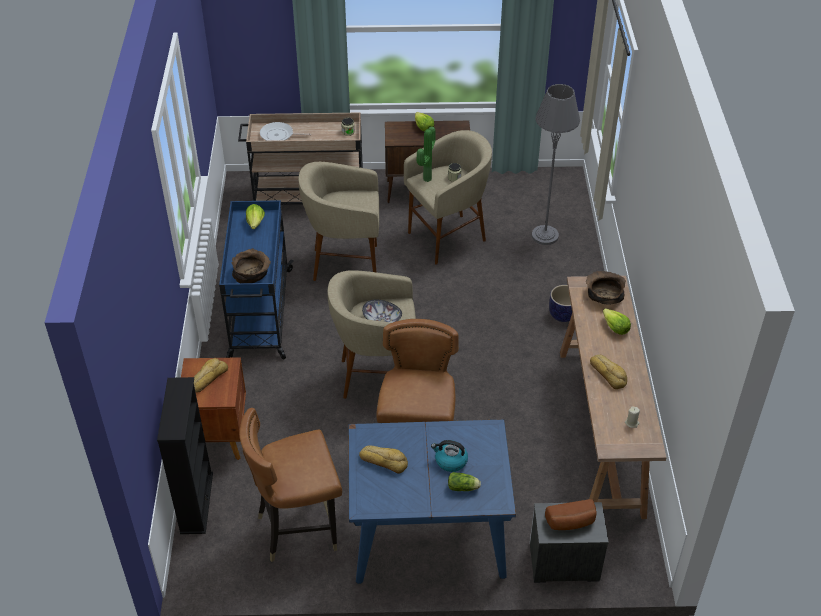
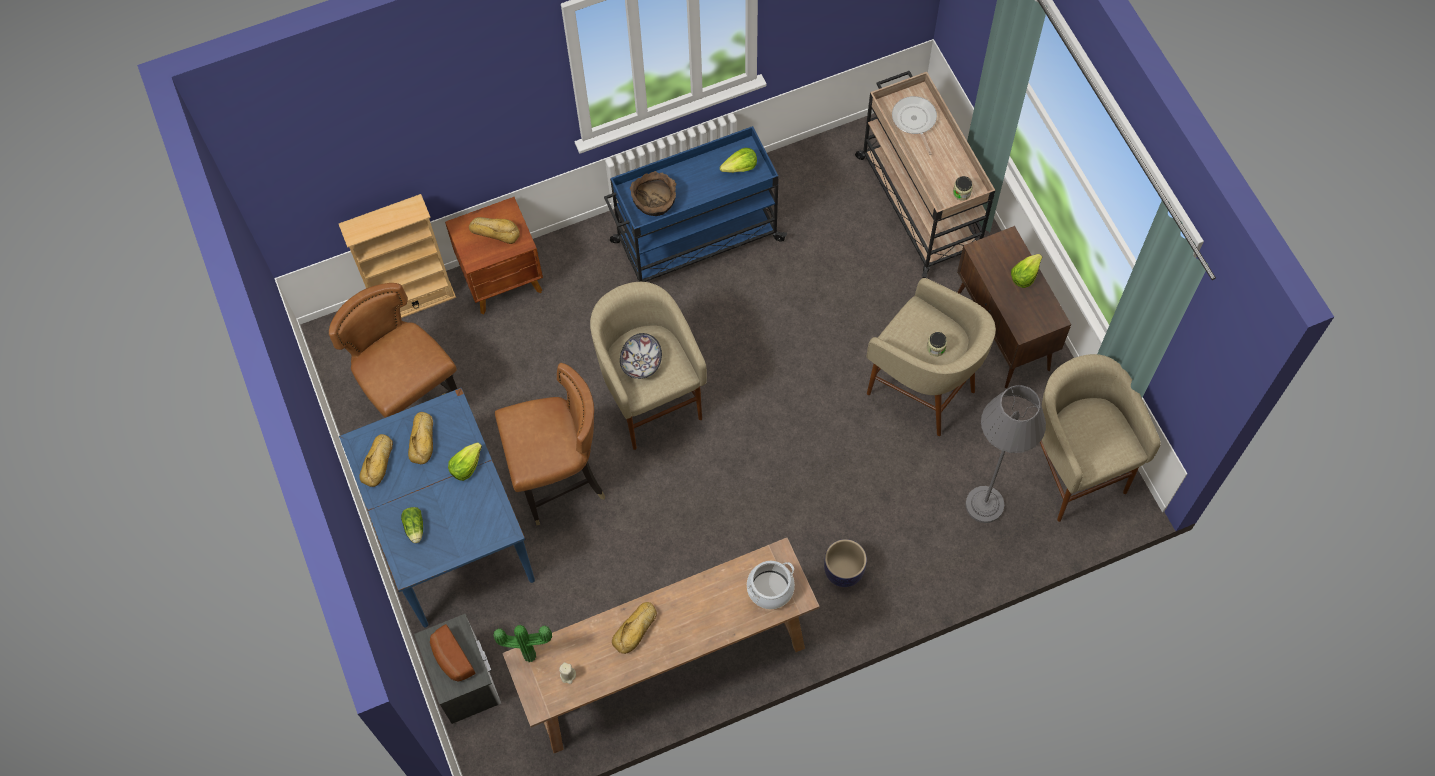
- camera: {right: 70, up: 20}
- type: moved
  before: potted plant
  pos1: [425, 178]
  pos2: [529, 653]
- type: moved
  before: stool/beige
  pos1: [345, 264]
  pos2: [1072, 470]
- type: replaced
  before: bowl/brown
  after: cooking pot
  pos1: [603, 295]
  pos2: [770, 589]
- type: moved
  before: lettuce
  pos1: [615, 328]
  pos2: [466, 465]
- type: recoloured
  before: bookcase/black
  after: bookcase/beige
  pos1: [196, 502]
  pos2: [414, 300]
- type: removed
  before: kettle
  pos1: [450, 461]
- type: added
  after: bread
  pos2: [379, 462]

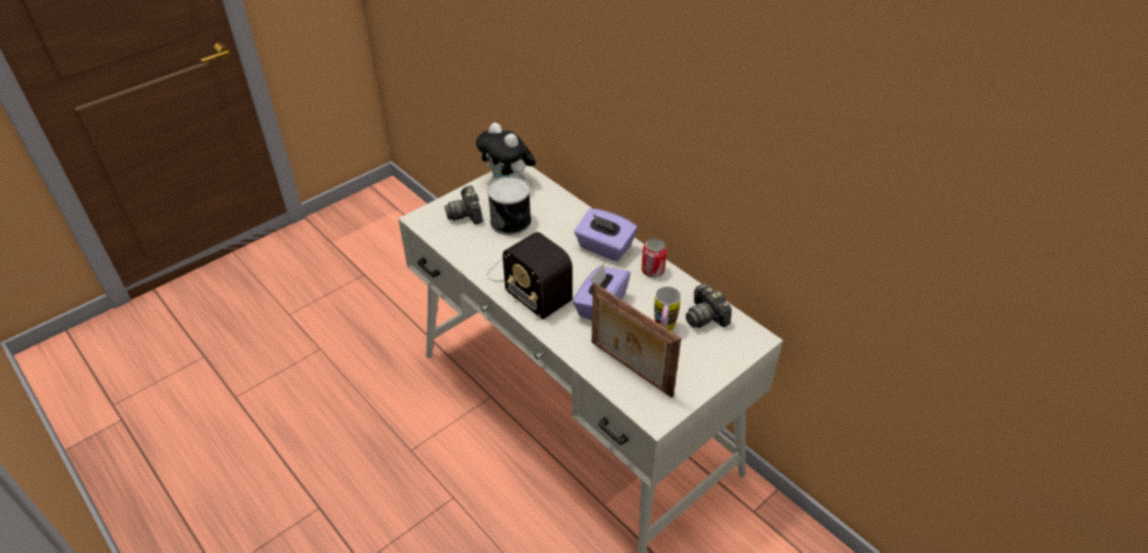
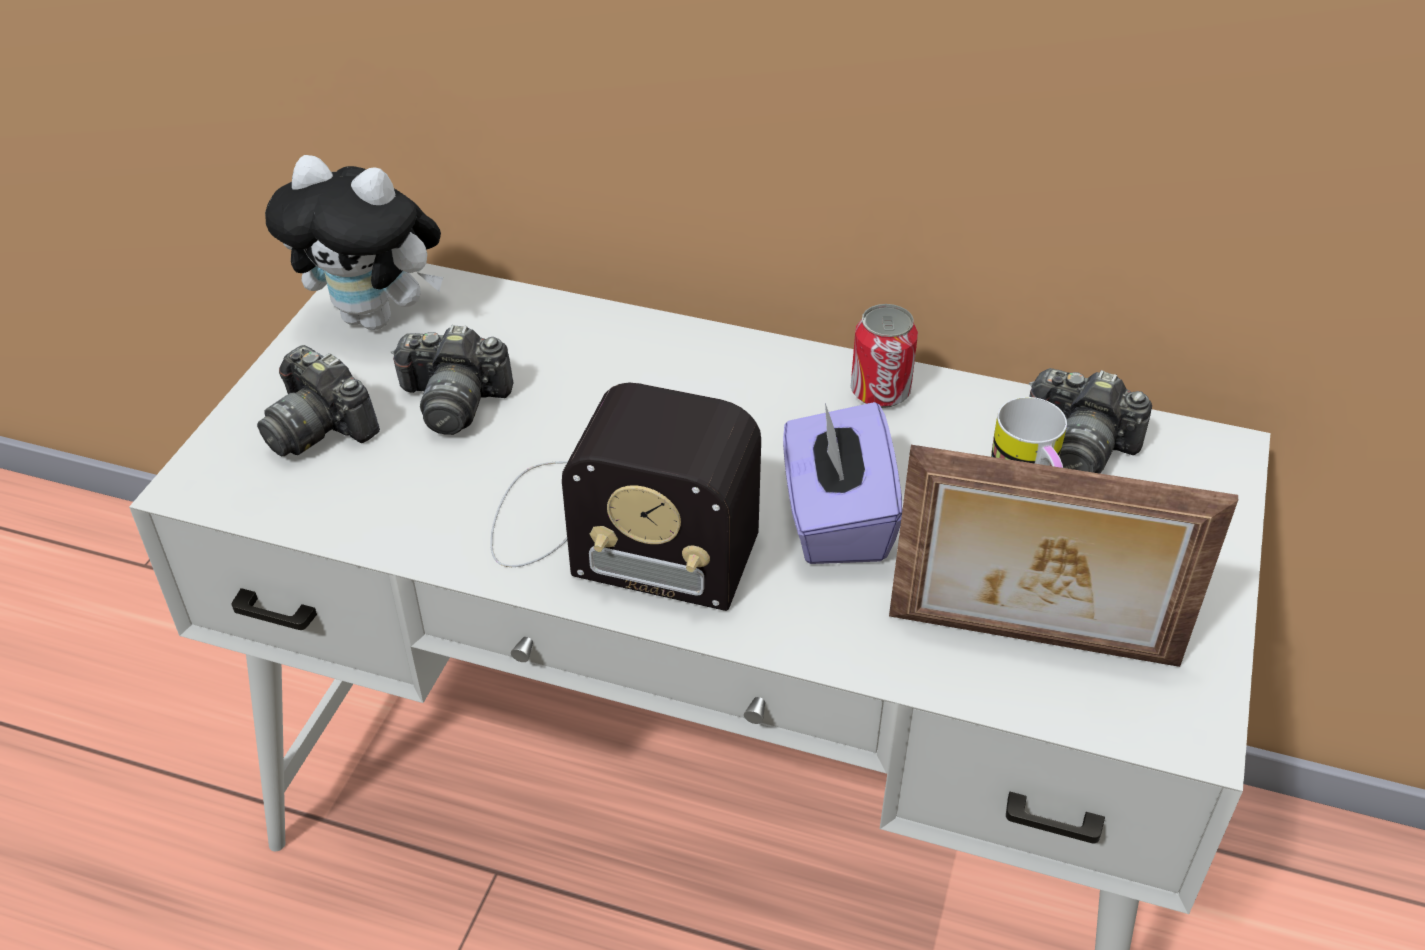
- camera: {right: -30, up: 0}
- type: replaced
  before: can
  after: photo camera
  pos1: [512, 221]
  pos2: [454, 402]
- type: removed
  before: tissue box/purple
  pos1: [604, 248]

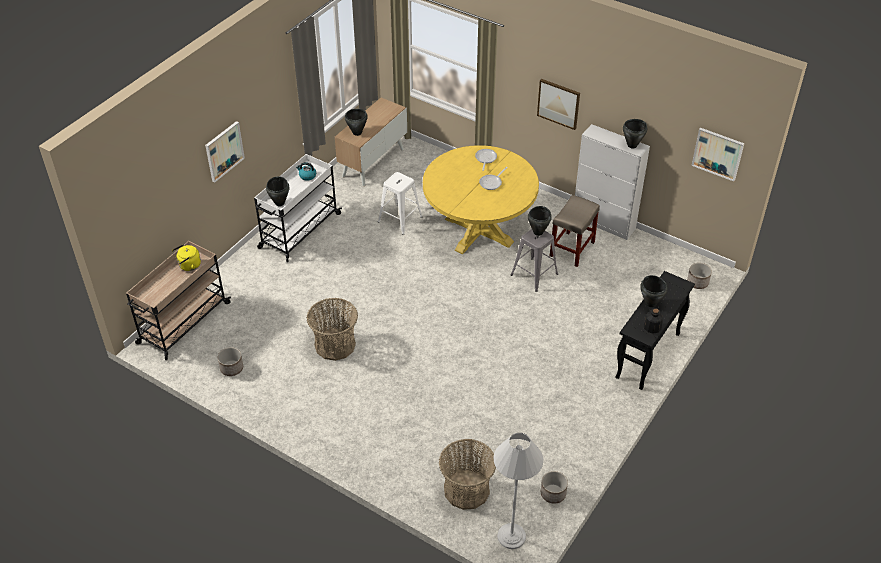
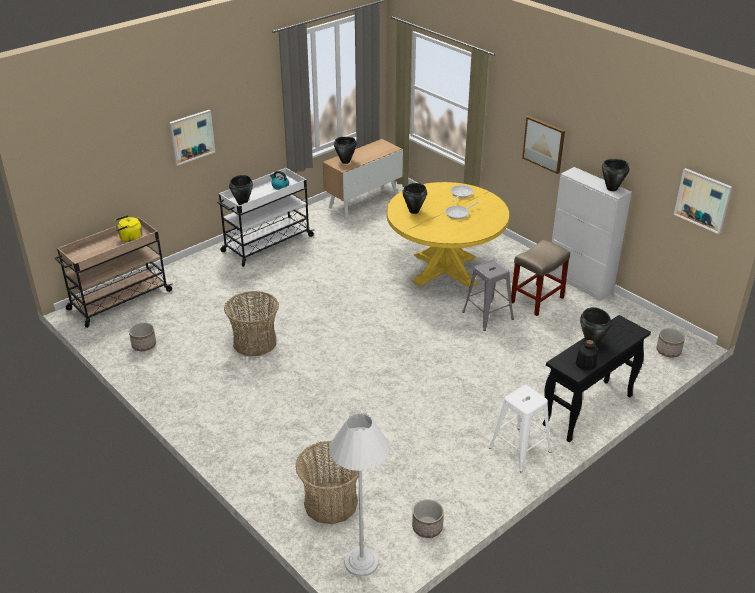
- camera: {right: 15, up: -10}
- type: moved
  before: stool/white
  pos1: [400, 218]
  pos2: [519, 448]
- type: moved
  before: cooking pot/black
  pos1: [538, 232]
  pos2: [413, 211]

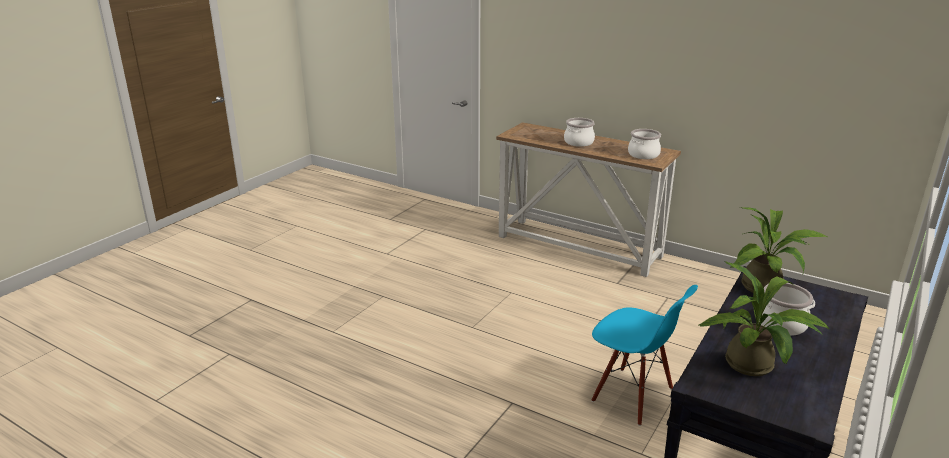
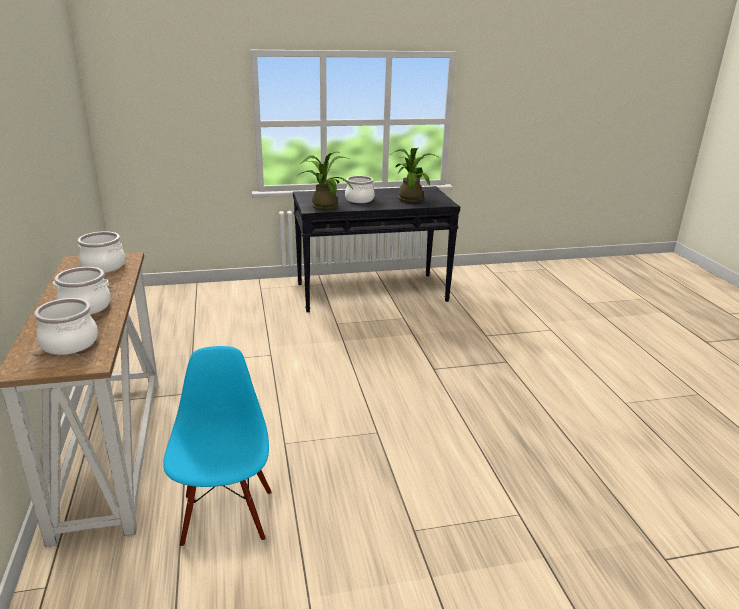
- camera: {right: -135, up: 0}
- type: moved
  before: chair/blue
  pos1: [632, 395]
  pos2: [226, 517]
- type: added
  after: cooking pot
  pos2: [69, 343]

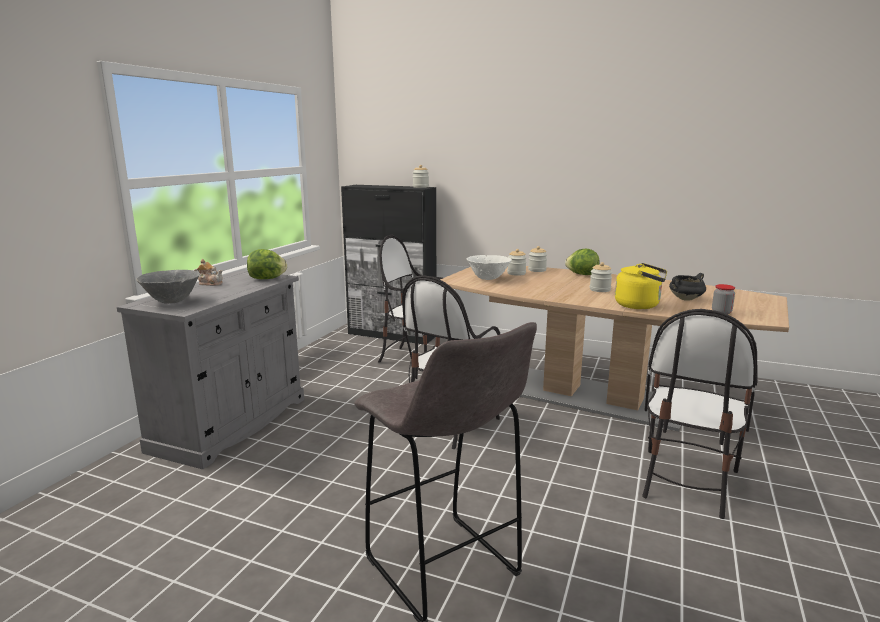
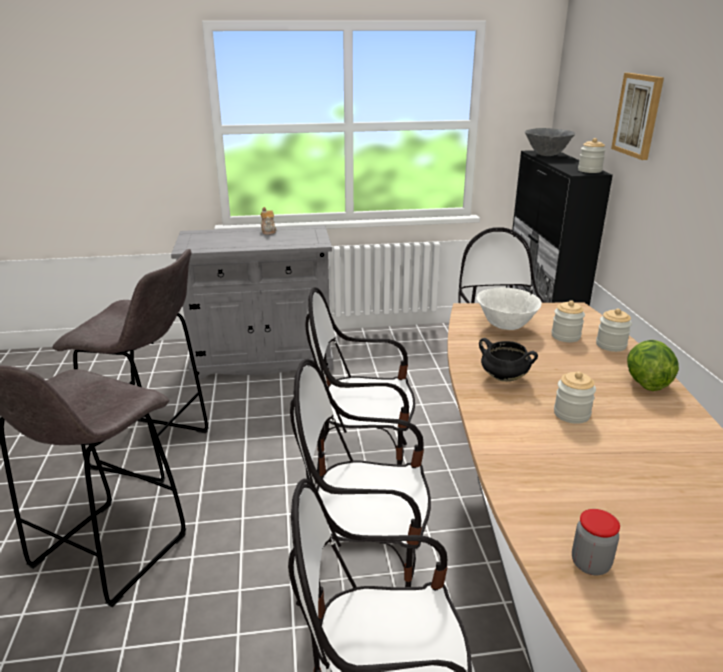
- camera: {right: 60, up: 10}
- type: removed
  before: lettuce
  pos1: [267, 279]
- type: removed
  before: kettle/yellow
  pos1: [640, 305]
- type: moved
  before: bowl/grey
  pos1: [172, 302]
  pos2: [547, 155]
- type: moved
  before: cooking pot/black
  pos1: [685, 299]
  pos2: [503, 378]
- type: added
  after: picture
  pos2: [638, 115]
- type: added
  after: stool/grey
  pos2: [153, 450]
- type: added
  after: chair
  pos2: [364, 574]

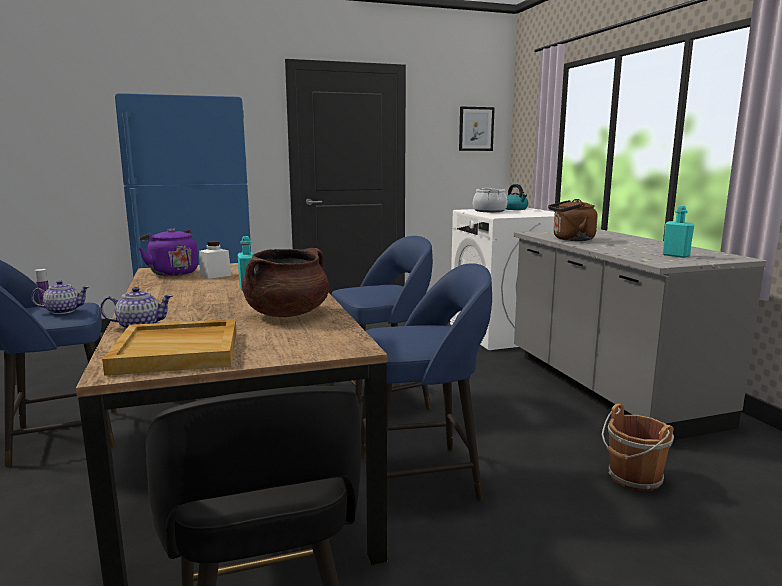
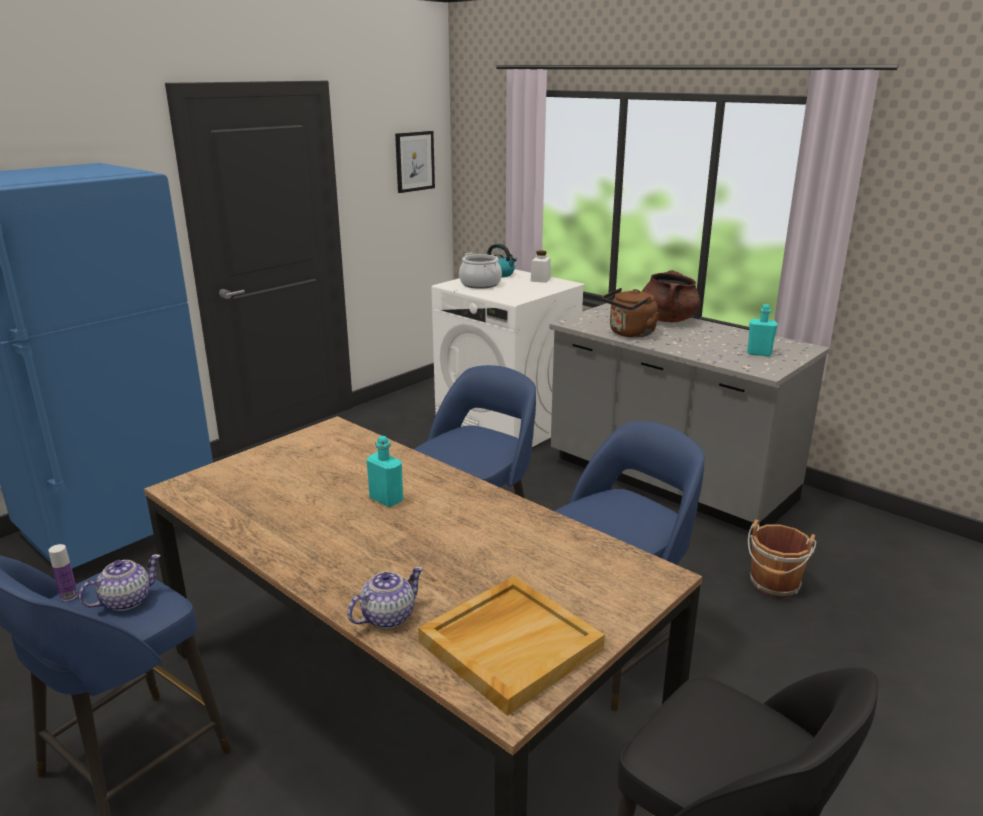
- camera: {right: -30, up: 10}
- type: removed
  before: kettle/purple
  pos1: [172, 273]
- type: moved
  before: jar/white
  pos1: [215, 275]
  pos2: [540, 279]
- type: moved
  before: cooking pot/brown
  pos1: [287, 314]
  pos2: [667, 319]

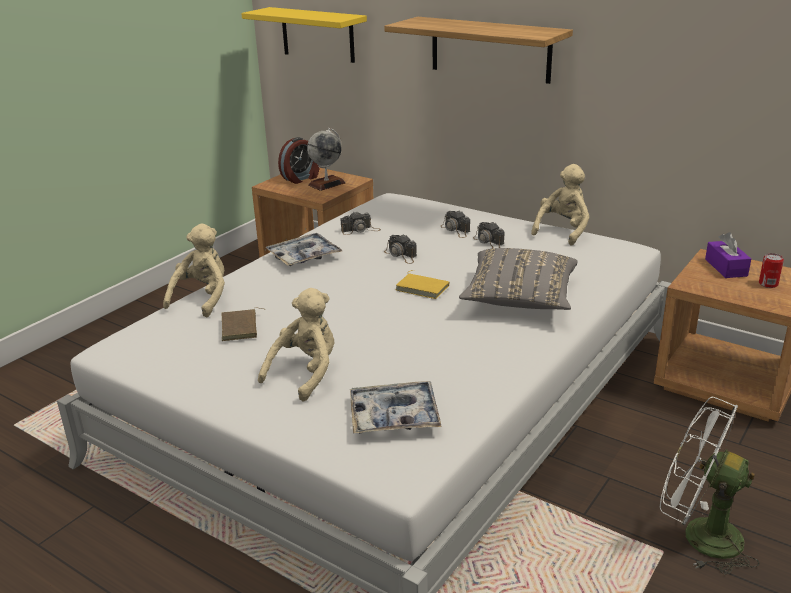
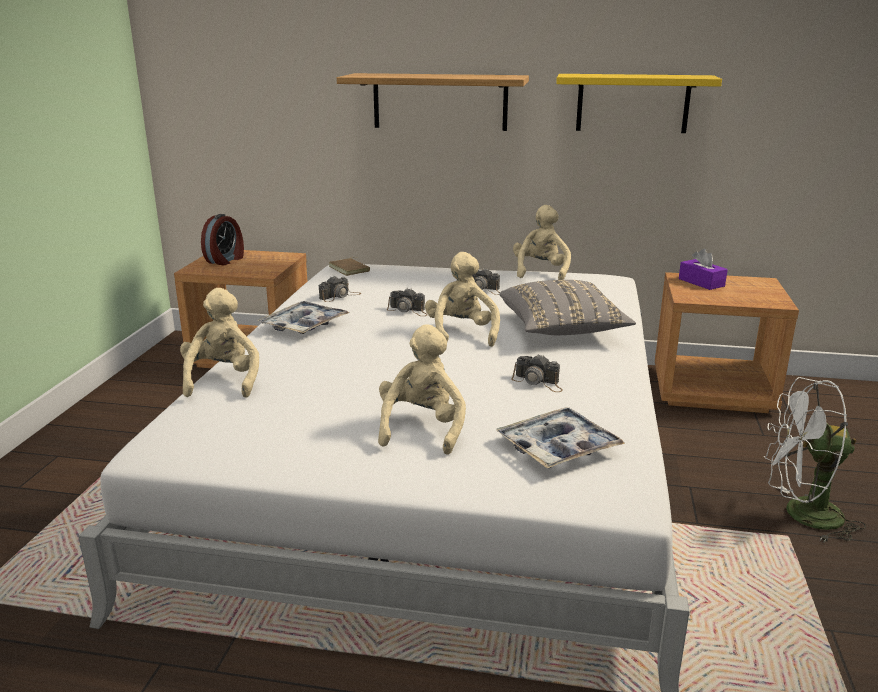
- camera: {right: -25, up: -5}
- type: moved
  before: shelf/yellow
  pos1: [317, 34]
  pos2: [632, 103]
- type: removed
  before: globe
  pos1: [327, 184]
- type: moved
  before: photo camera
  pos1: [456, 230]
  pos2: [538, 382]
- type: removed
  before: can
  pos1: [768, 284]
- type: replaced
  before: book/yellow
  after: plush toy/beige
  pos1: [423, 288]
  pos2: [461, 334]
- type: moved
  before: book/brown
  pos1: [241, 328]
  pos2: [350, 269]

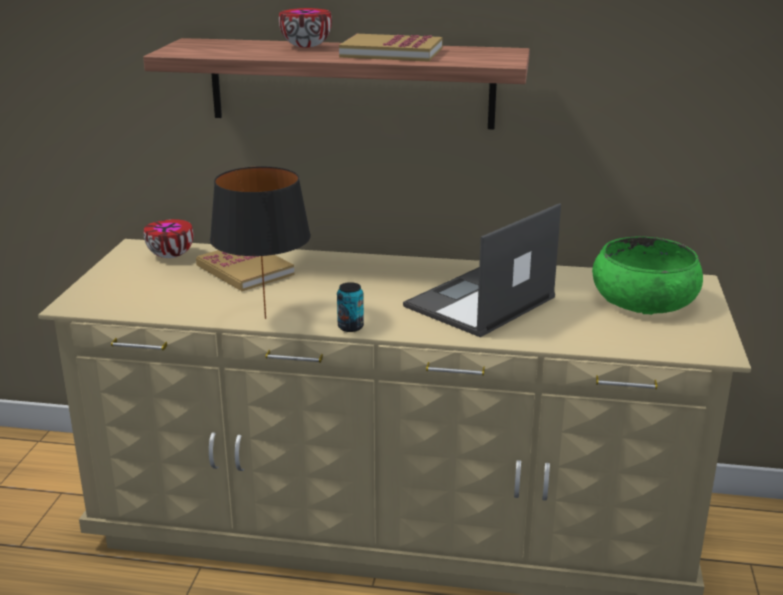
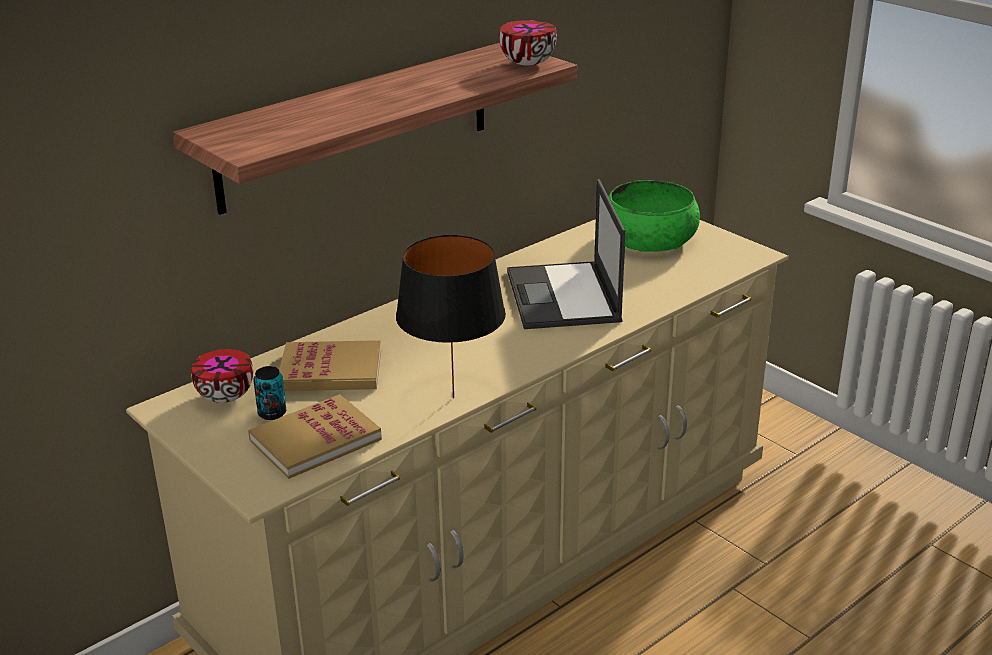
- camera: {right: -50, up: 5}
- type: moved
  before: bowl
  pos1: [307, 46]
  pos2: [527, 63]
- type: moved
  before: book
  pos1: [391, 52]
  pos2: [315, 440]
- type: moved
  before: can
  pos1: [350, 327]
  pos2: [272, 413]

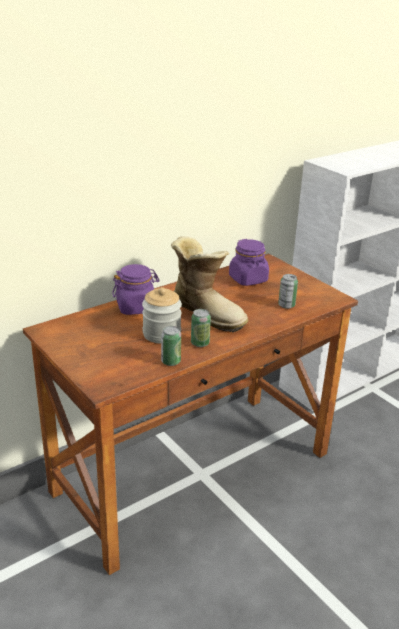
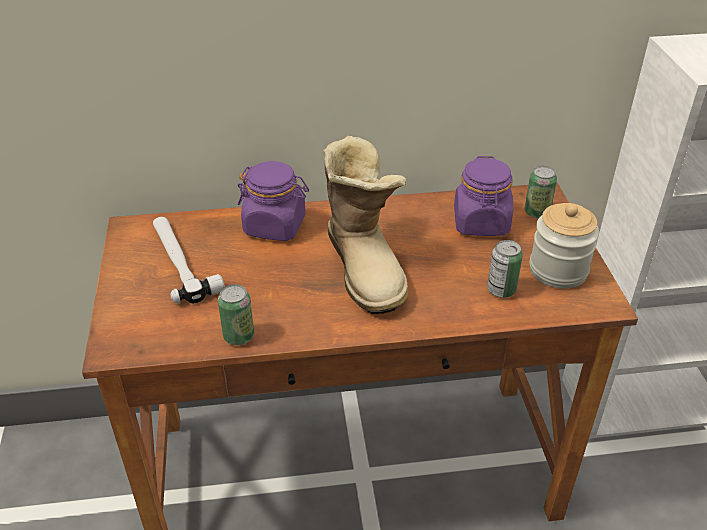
- camera: {right: 30, up: 10}
- type: moved
  before: jar
  pos1: [161, 334]
  pos2: [558, 270]
- type: moved
  before: can
  pos1: [200, 343]
  pos2: [536, 212]
- type: added
  after: hammer
  pos2: [181, 261]

